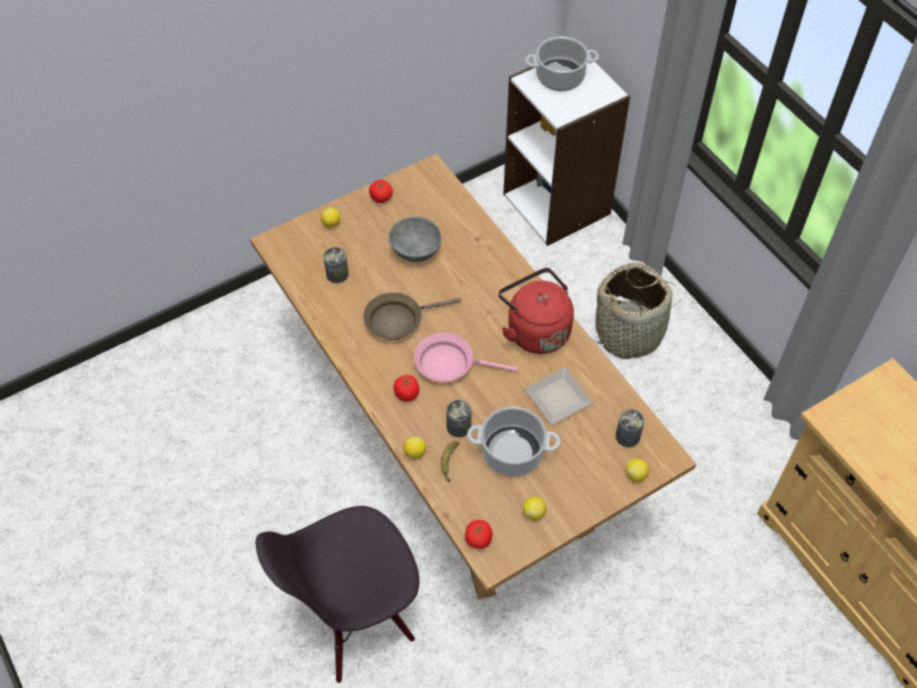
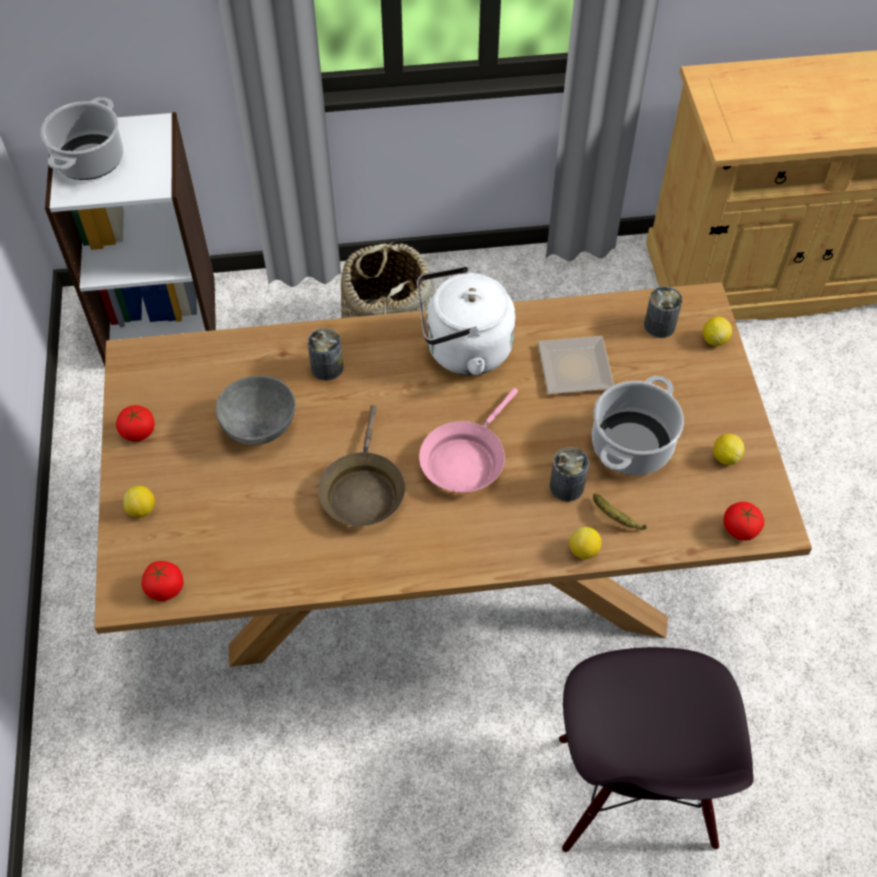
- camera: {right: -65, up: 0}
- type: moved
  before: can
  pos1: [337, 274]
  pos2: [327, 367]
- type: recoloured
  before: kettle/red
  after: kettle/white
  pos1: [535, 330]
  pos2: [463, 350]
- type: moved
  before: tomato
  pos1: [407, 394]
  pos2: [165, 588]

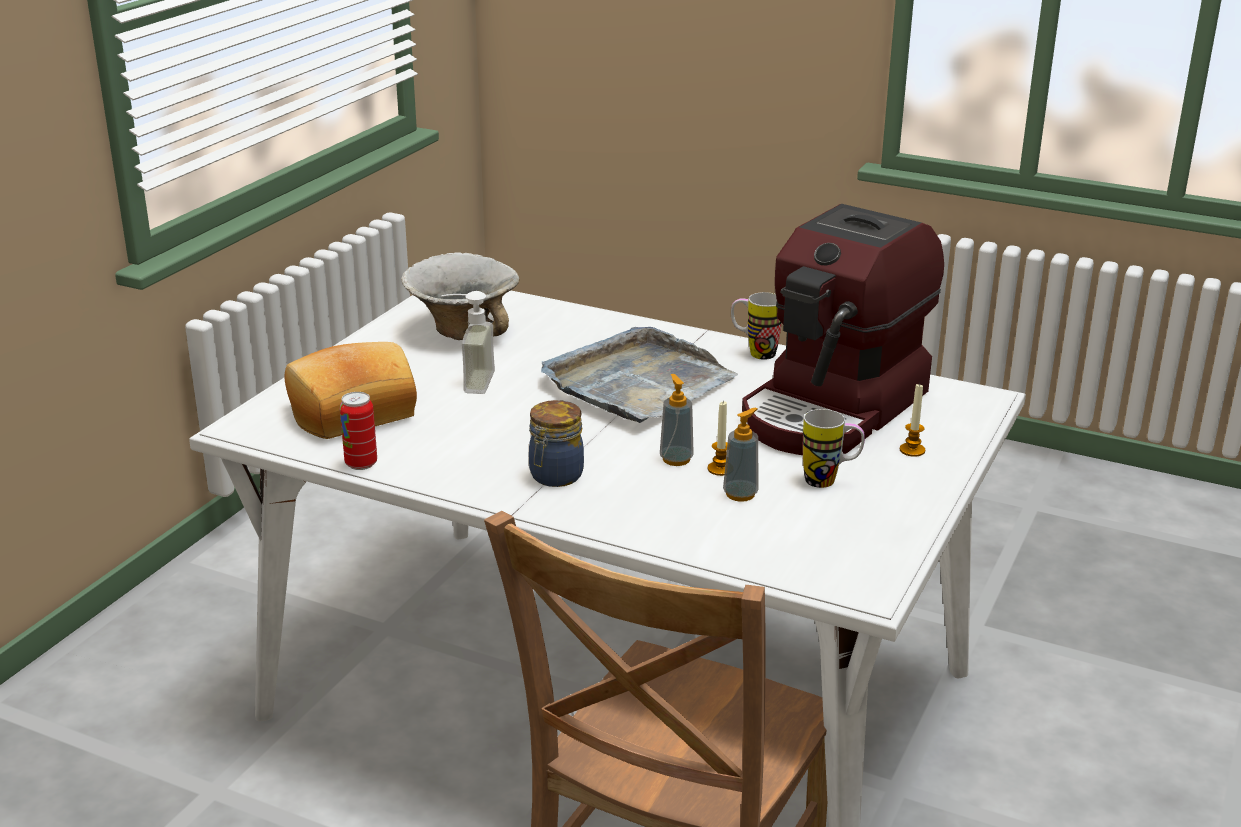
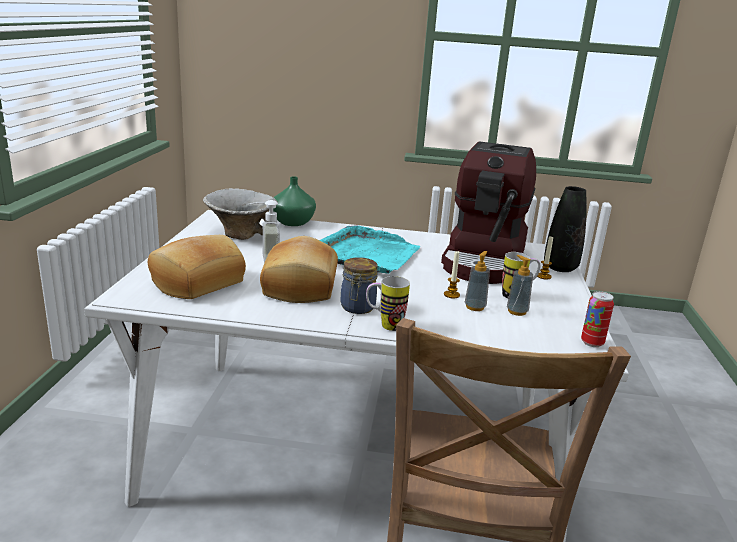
- camera: {right: -20, up: -5}
- type: moved
  before: mug
  pos1: [754, 353]
  pos2: [384, 325]
- type: recoloured
  before: tray/grey
  after: tray/turquoise
  pos1: [638, 383]
  pos2: [366, 254]
- type: moved
  before: soap dispenser
  pos1: [676, 459]
  pos2: [517, 311]
- type: moved
  before: can
  pos1: [361, 464]
  pos2: [592, 343]
- type: added
  after: vase/green
  pos2: [293, 222]
- type: added
  after: vase/black
  pos2: [560, 267]
- type: added
  after: bread
  pos2: [302, 287]

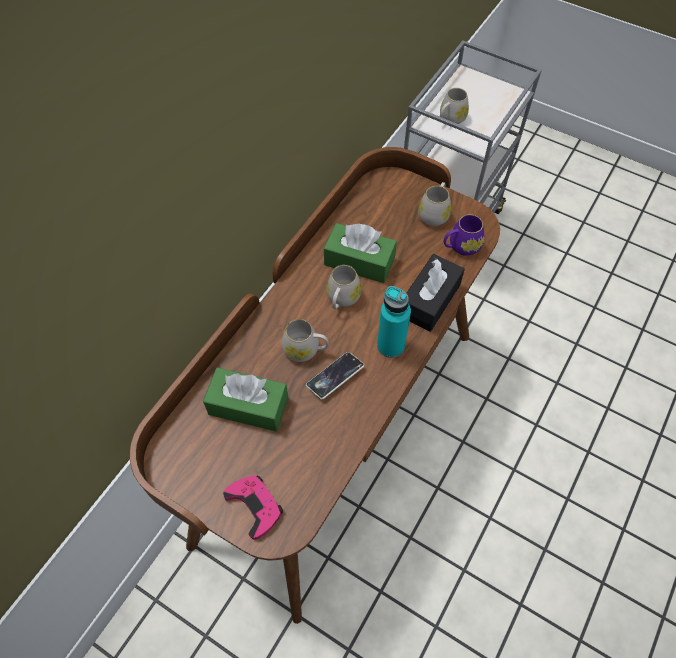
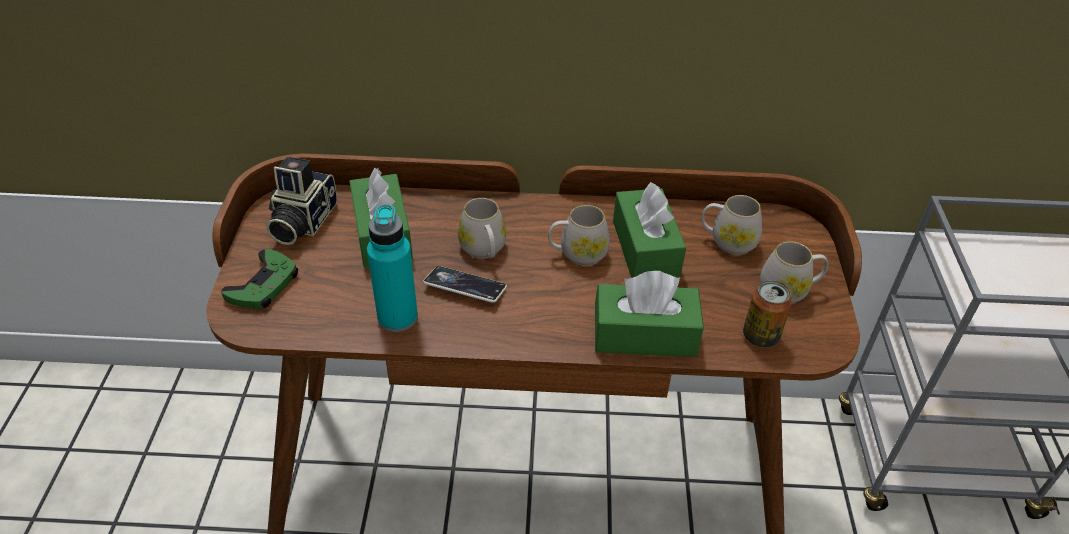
- camera: {right: 60, up: -15}
- type: moved
  before: mug/white
  pos1: [450, 119]
  pos2: [727, 241]
- type: replaced
  before: mug/purple
  after: can
  pos1: [461, 247]
  pos2: [760, 336]
- type: recoloured
  before: tissue box/black
  after: tissue box/green
  pos1: [430, 300]
  pos2: [644, 335]
- type: moved
  before: bottle/turquoise
  pos1: [391, 346]
  pos2: [397, 317]
- type: recoloured
  before: game controller/pink
  after: game controller/green
  pos1: [254, 506]
  pos2: [264, 285]
- type: added
  after: photo camera
  pos2: [301, 222]

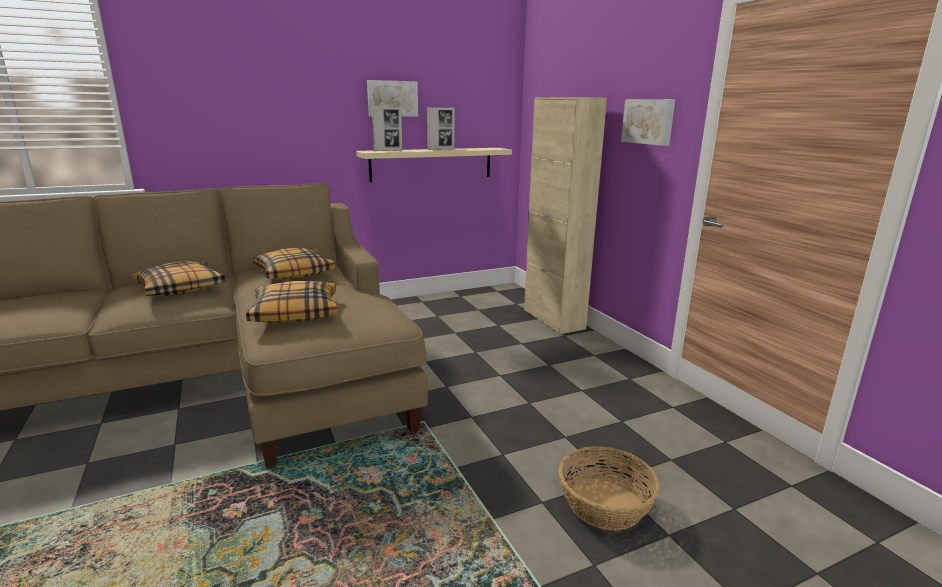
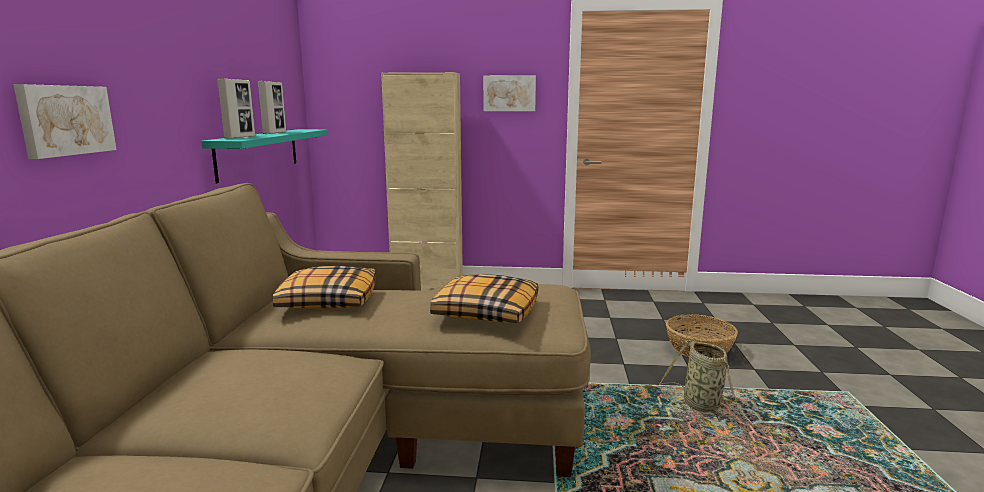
- camera: {right: -60, up: -5}
- type: moved
  before: picture
  pos1: [392, 98]
  pos2: [65, 120]
- type: recoloured
  before: shelf/beige
  after: shelf/turquoise
  pos1: [431, 164]
  pos2: [259, 153]
- type: removed
  before: pillow
  pos1: [180, 288]
- type: added
  after: basket
  pos2: [704, 407]

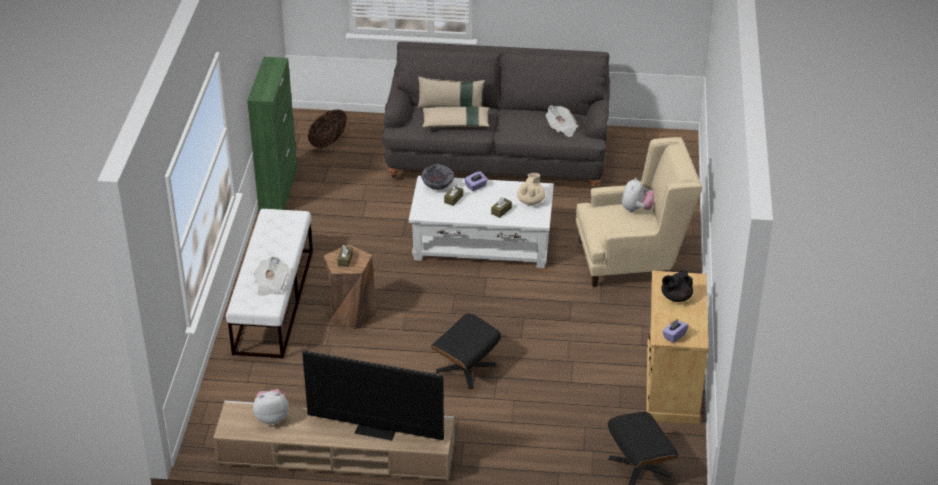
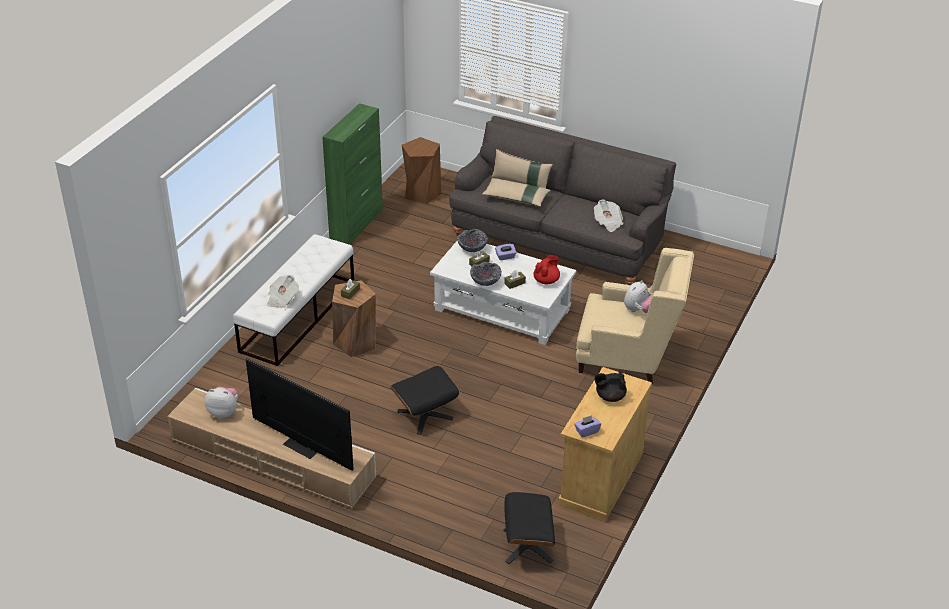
- camera: {right: 20, up: 0}
- type: replaced
  before: basket
  after: stool/brown
  pos1: [328, 141]
  pos2: [421, 193]
- type: recoloured
  before: teapot/beige
  after: teapot/red
  pos1: [531, 201]
  pos2: [546, 280]
- type: added
  after: bowl
  pos2: [485, 282]

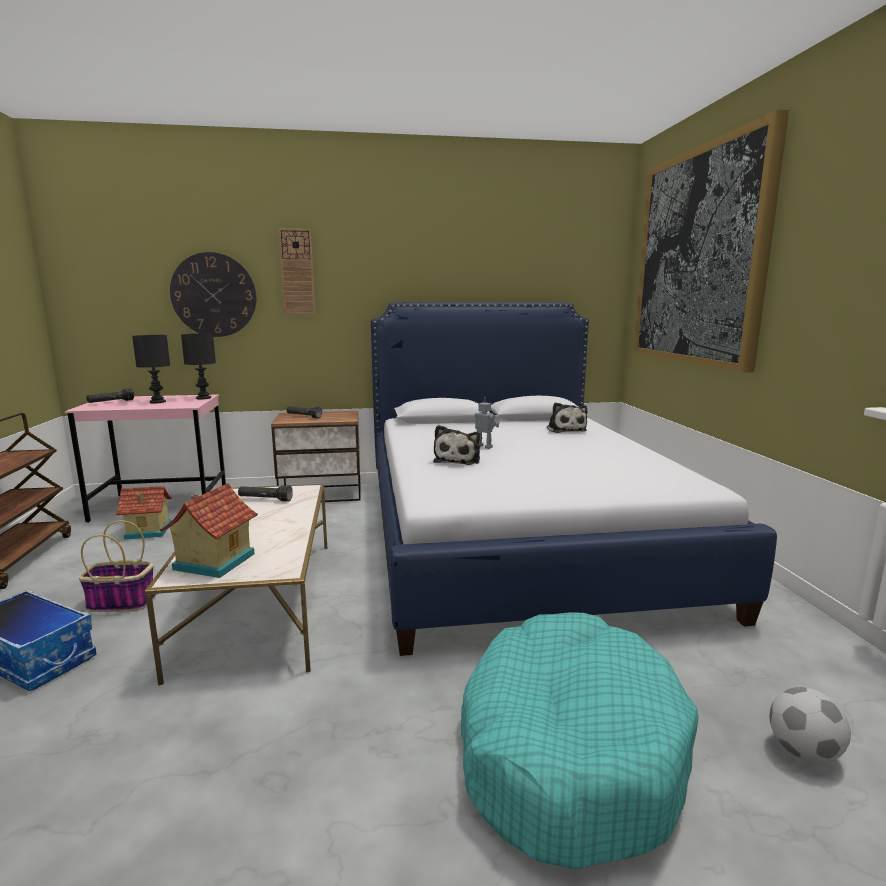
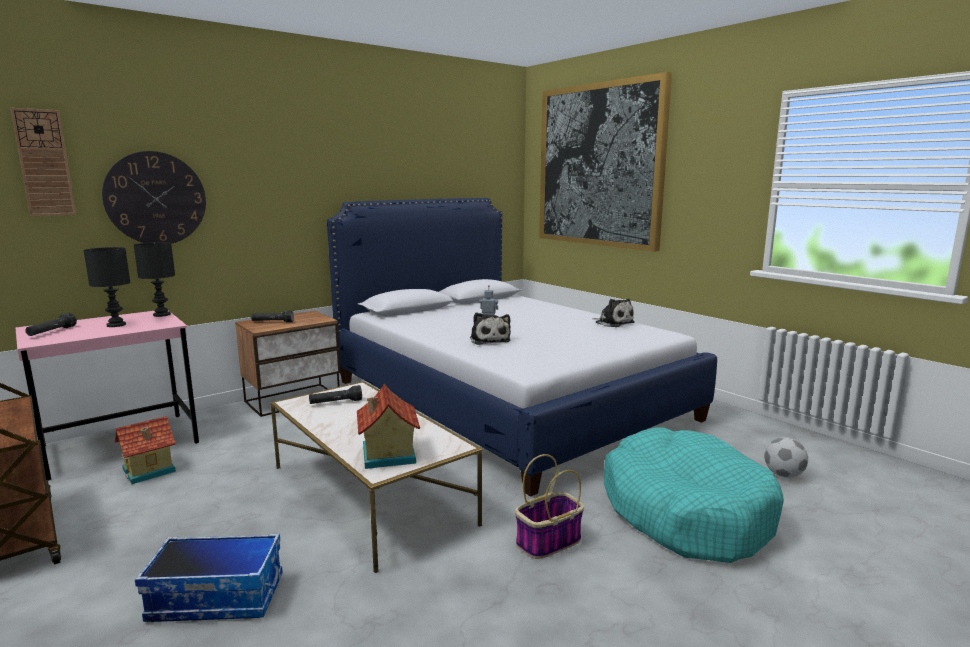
- camera: {right: -30, up: 0}
- type: moved
  before: wall clock
  pos1: [297, 272]
  pos2: [44, 163]
- type: moved
  before: plush toy
  pos1: [565, 429]
  pos2: [613, 323]
- type: moved
  before: basket
  pos1: [120, 603]
  pos2: [548, 542]

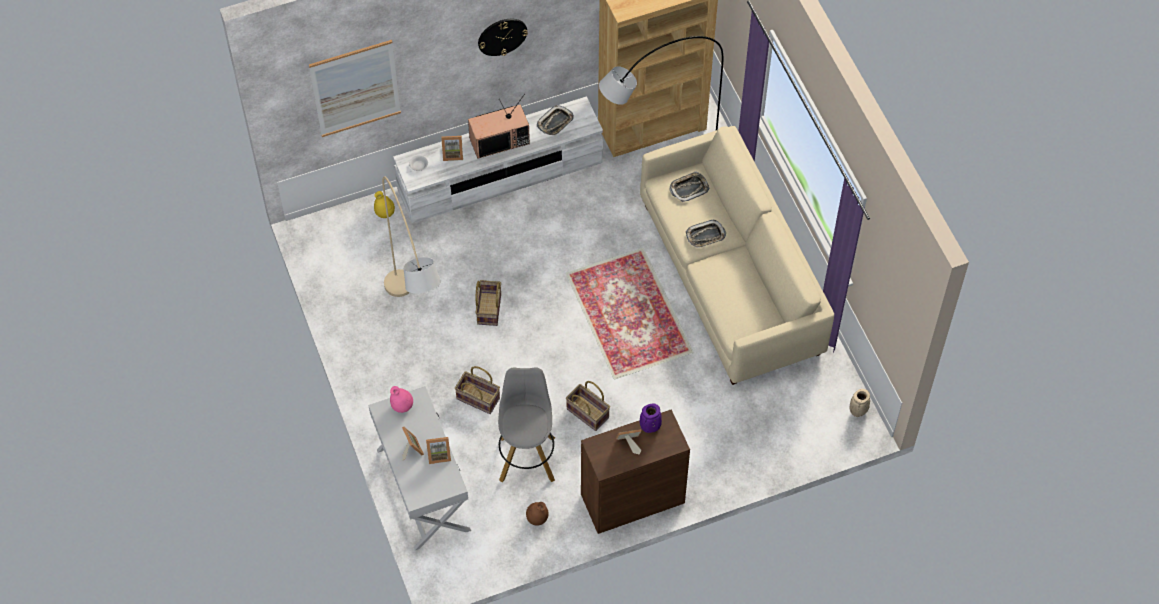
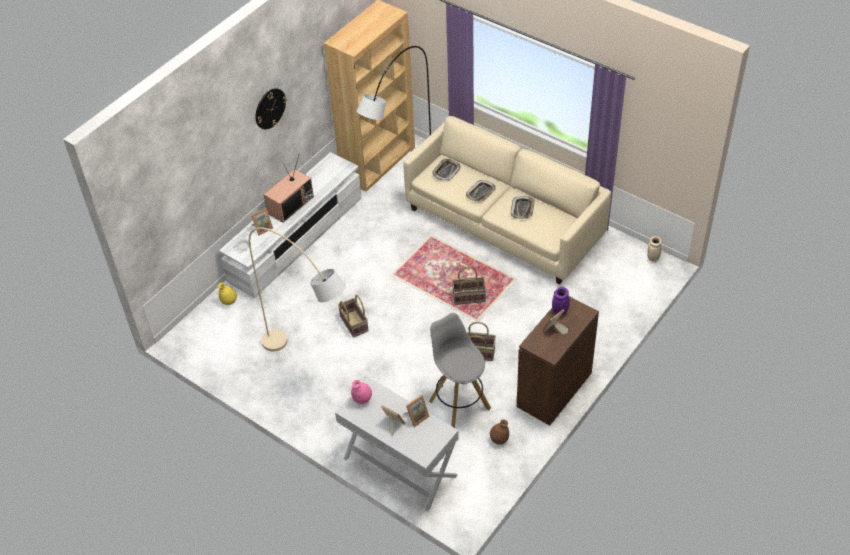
- camera: {right: -30, up: -10}
- type: removed
  before: picture
  pos1: [355, 88]
- type: moved
  before: tray
  pos1: [555, 122]
  pos2: [522, 209]
- type: moved
  before: basket
  pos1: [478, 398]
  pos2: [469, 296]

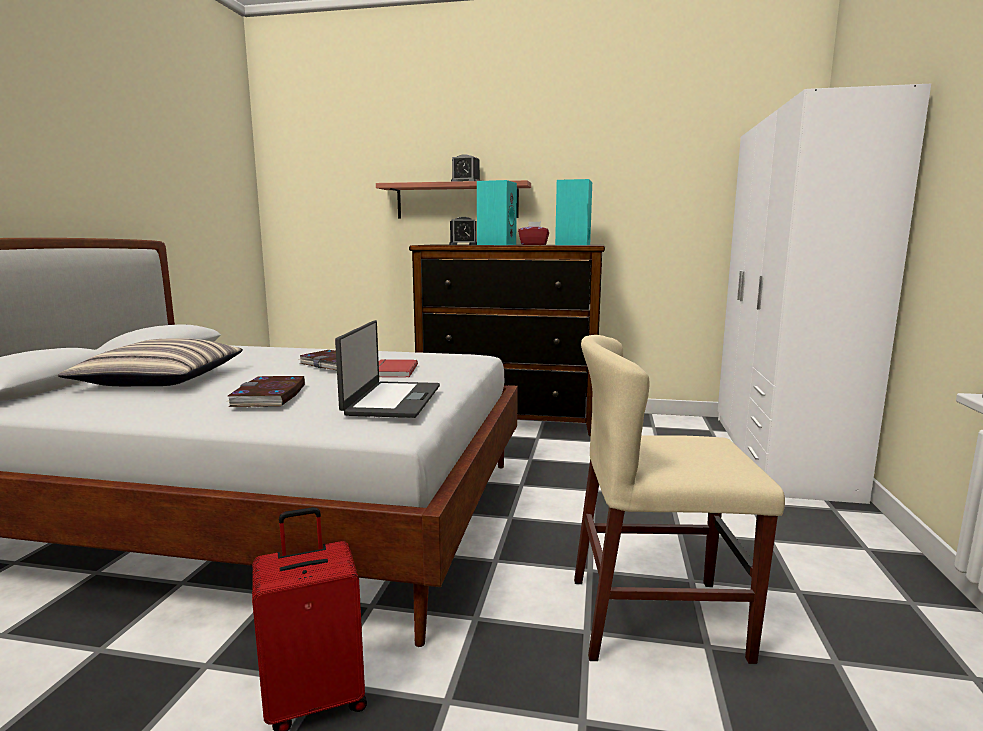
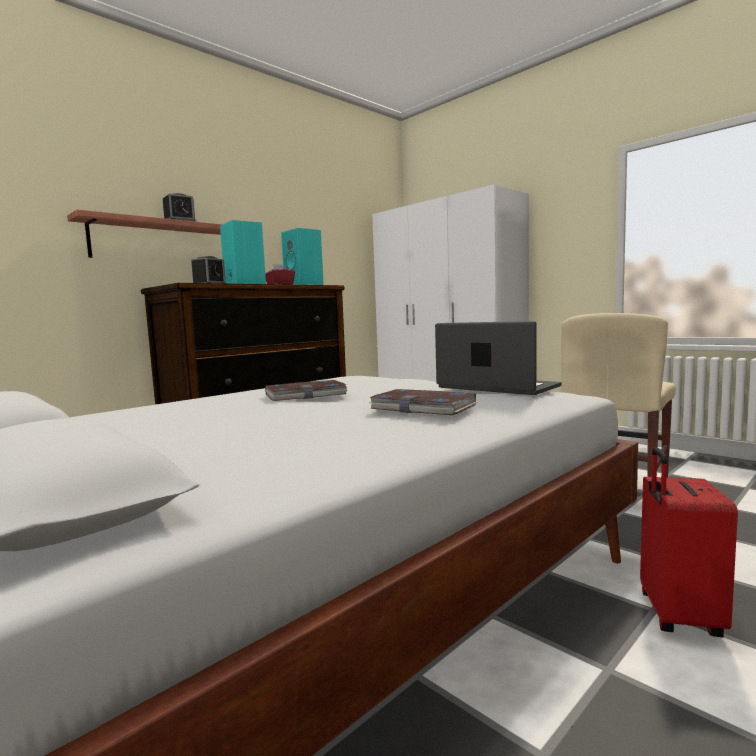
- camera: {right: -55, up: -5}
- type: removed
  before: pillow
  pos1: [161, 380]
- type: removed
  before: book/red
  pos1: [392, 371]

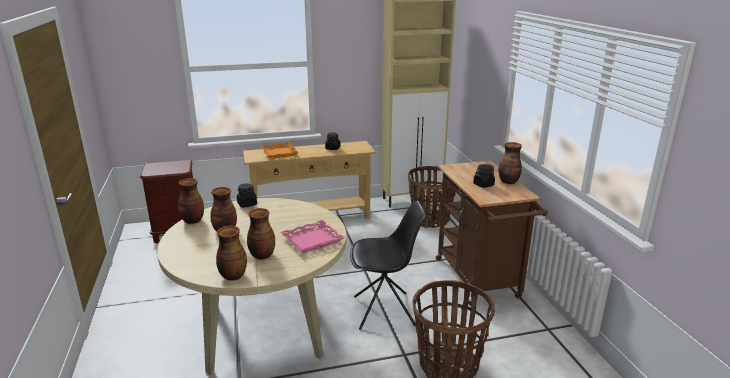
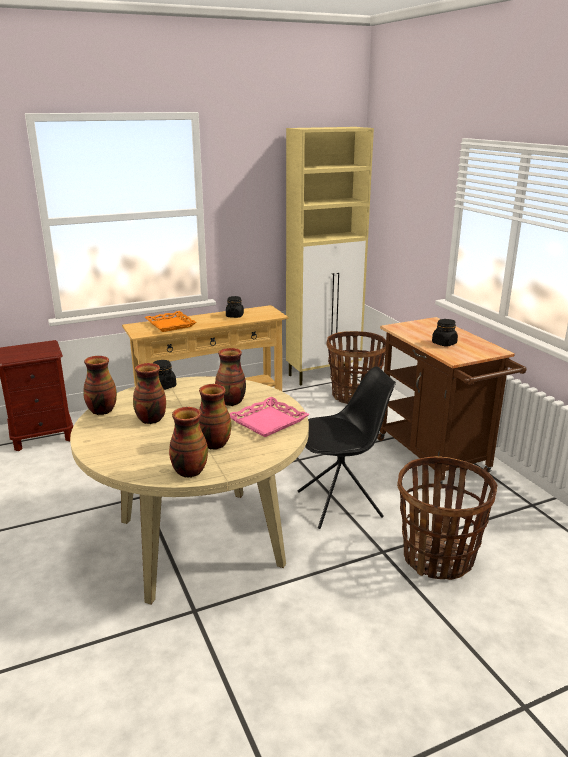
- camera: {right: -10, up: 0}
- type: moved
  before: vase
  pos1: [508, 181]
  pos2: [231, 402]

